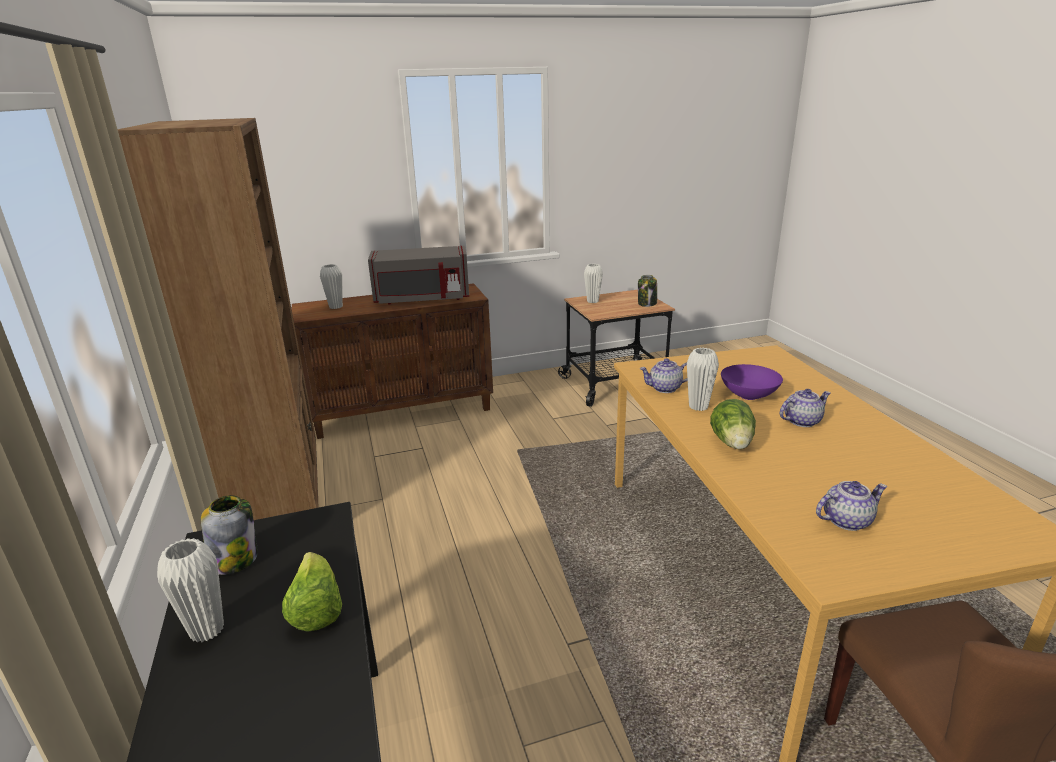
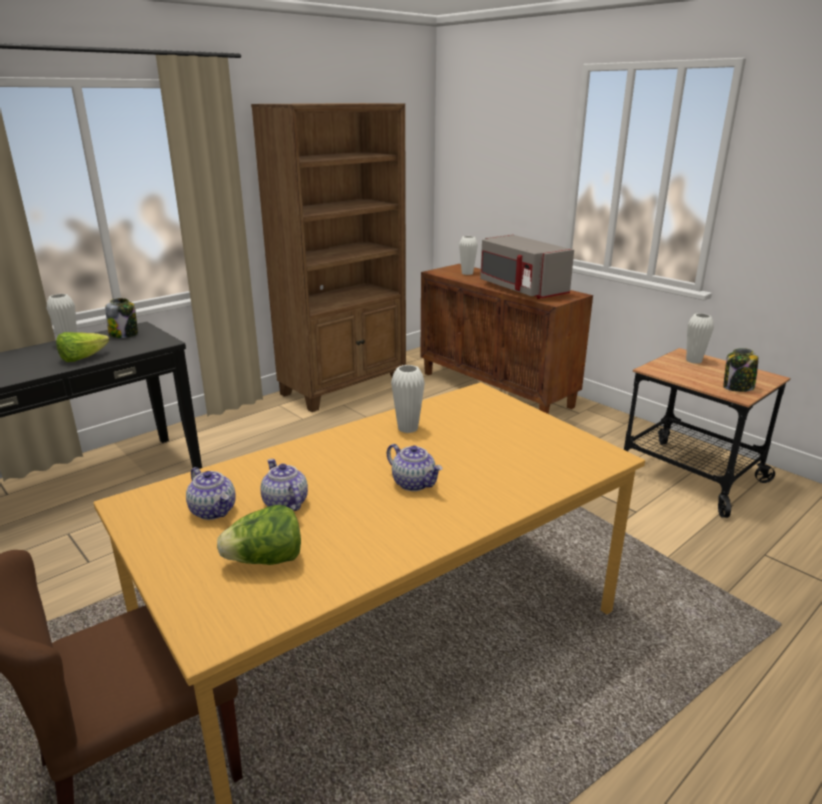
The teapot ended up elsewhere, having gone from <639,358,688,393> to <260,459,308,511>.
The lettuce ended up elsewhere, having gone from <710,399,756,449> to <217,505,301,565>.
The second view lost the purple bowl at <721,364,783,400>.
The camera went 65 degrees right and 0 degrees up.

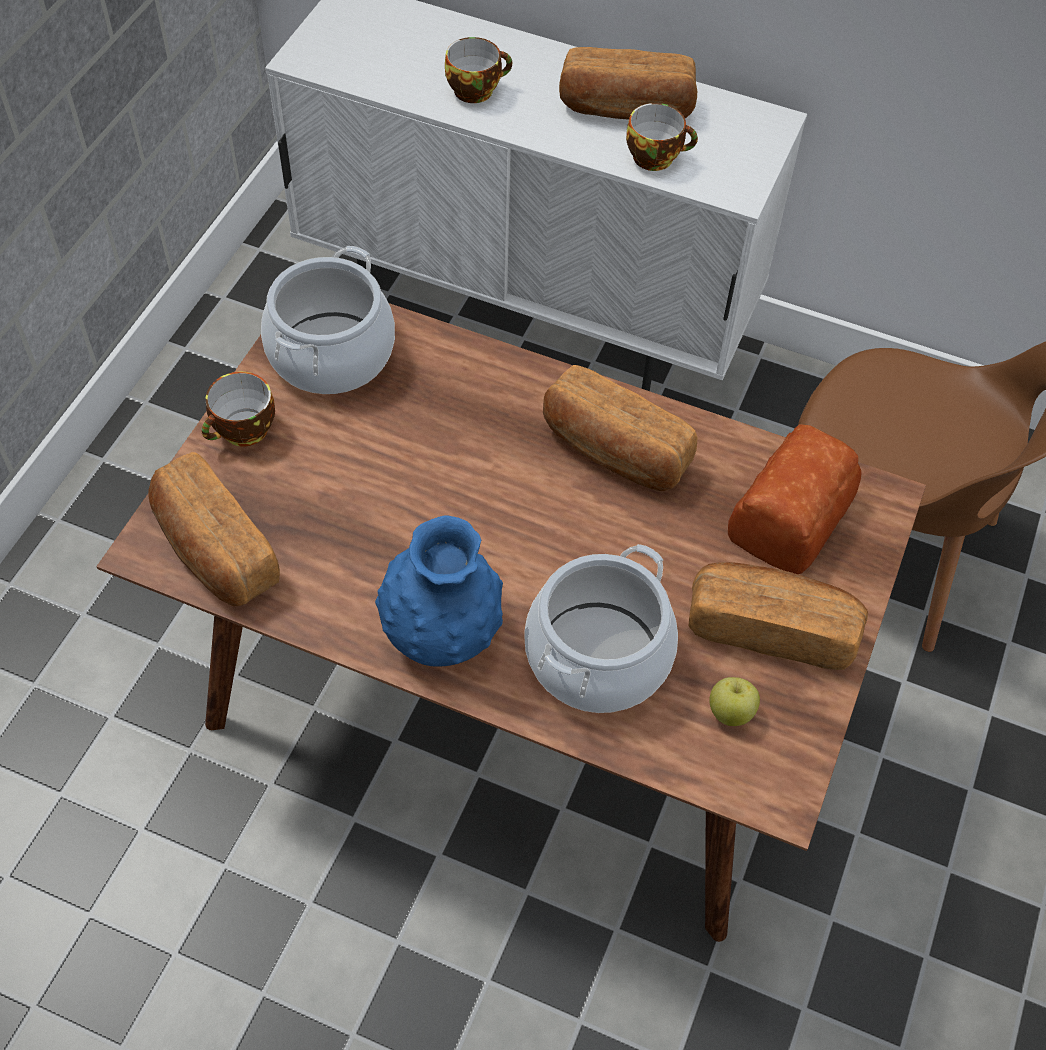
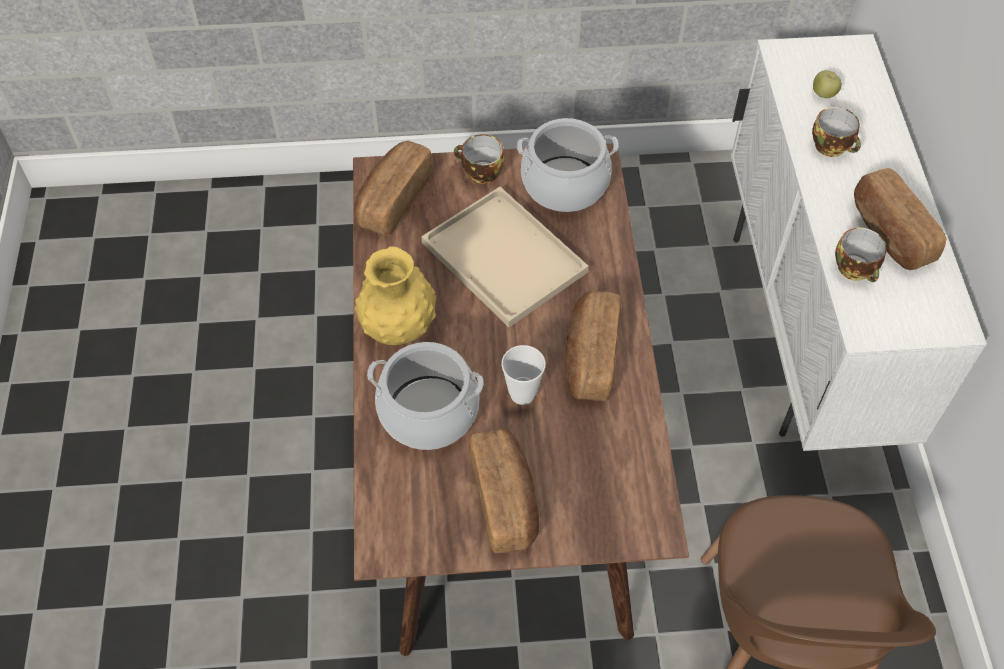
What was the blue vase at <375,515,503,666> turned into the yellow vase at <355,246,436,345>.
The apple ended up elsewhere, having gone from <710,677,760,726> to <813,70,842,98>.
The second view lost the bread at <728,424,862,574>.
The second view gained the beige tray at <421,187,589,327>.
The second view gained the cup at <501,345,546,405>.
The camera went 65 degrees right and 0 degrees up.

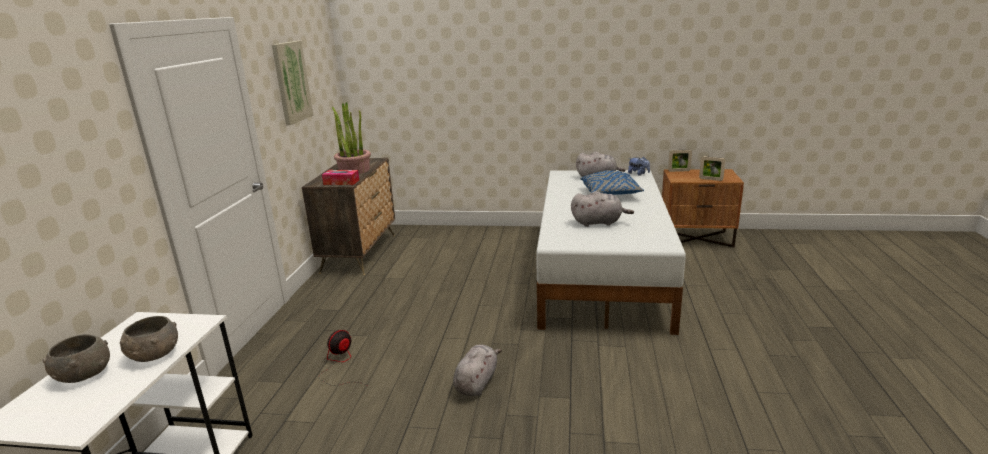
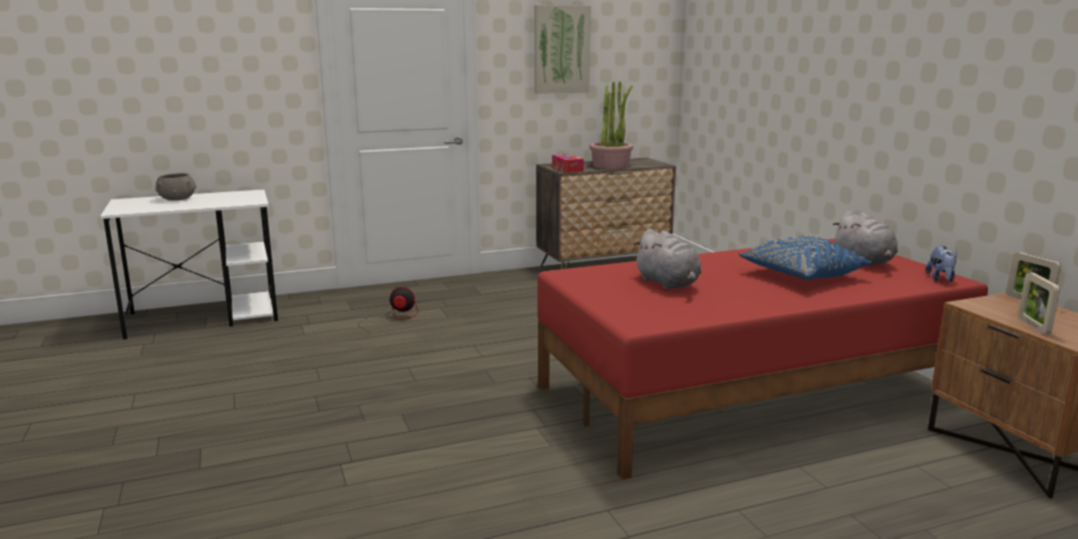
The second view lost the grey bowl at <120,316,178,362>.
The second view lost the grey plush toy at <453,344,502,396>.
What was the white bed at <536,170,686,335> turned into the red bed at <538,239,988,480>.
The camera went 60 degrees right and 5 degrees down.

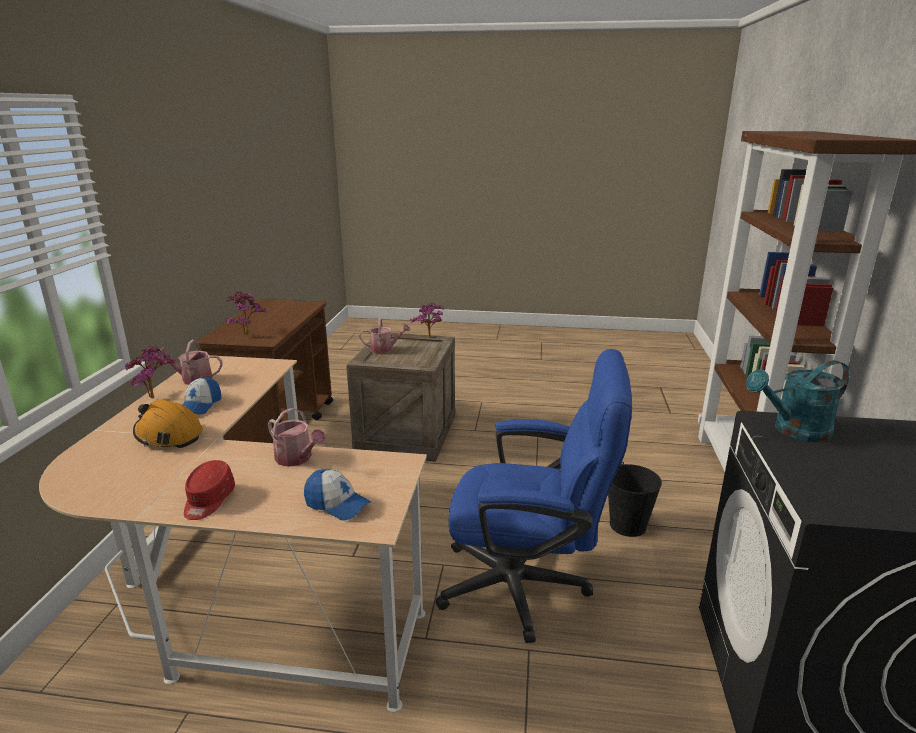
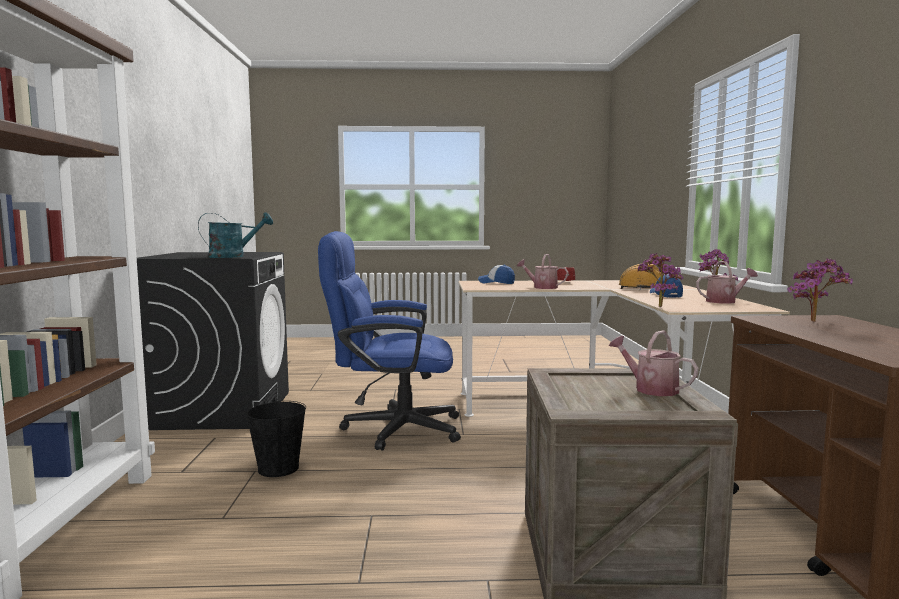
The watering can at <359,318,411,353> ended up facing another way, 60 degrees clockwise from before.
The potted plant ended up elsewhere, having gone from <410,302,444,338> to <637,253,684,307>.
The camera went 170 degrees right and 15 degrees down.

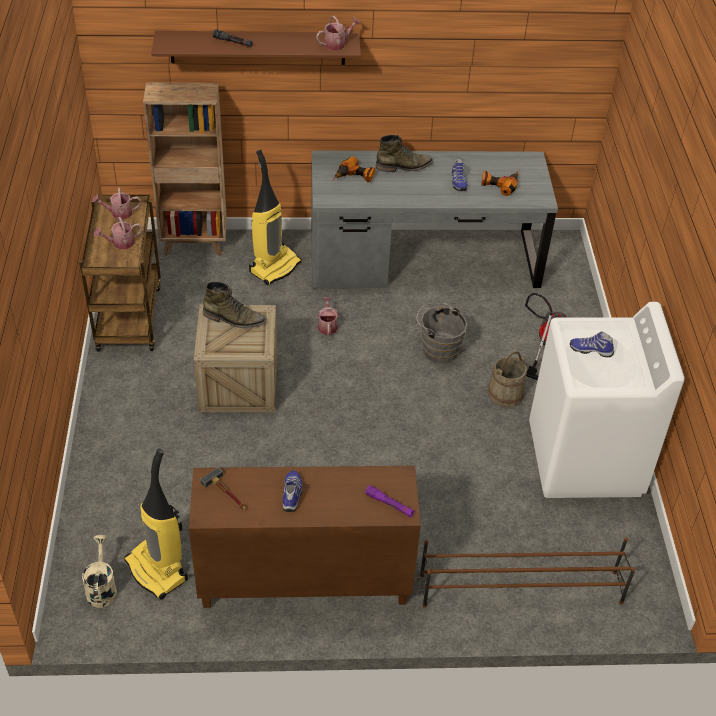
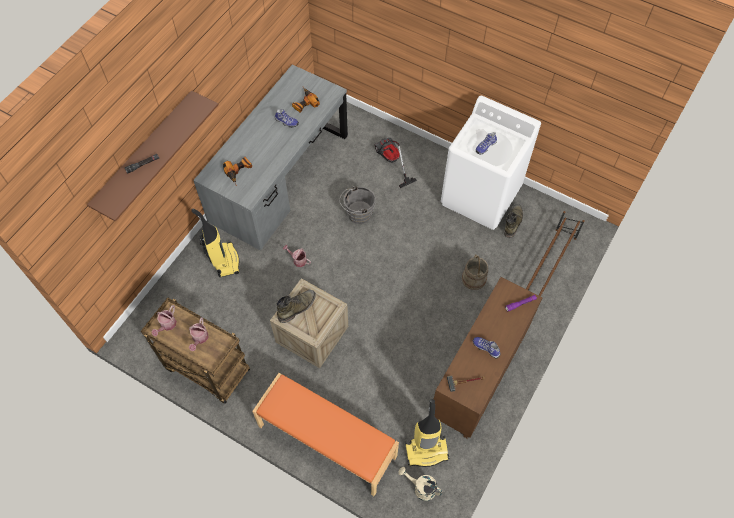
The second view lost the brown bookcase at <143,82,227,256>.
The second view lost the watering can at <316,16,360,51>.
The green boot ended up elsewhere, having gone from <376,135,433,172> to <504,204,523,238>.
The beige bucket ended up elsewhere, having gone from <488,351,527,407> to <462,254,488,290>.
The second view gained the orange bench at <252,373,399,496>.
The camera went 55 degrees left and 15 degrees up.

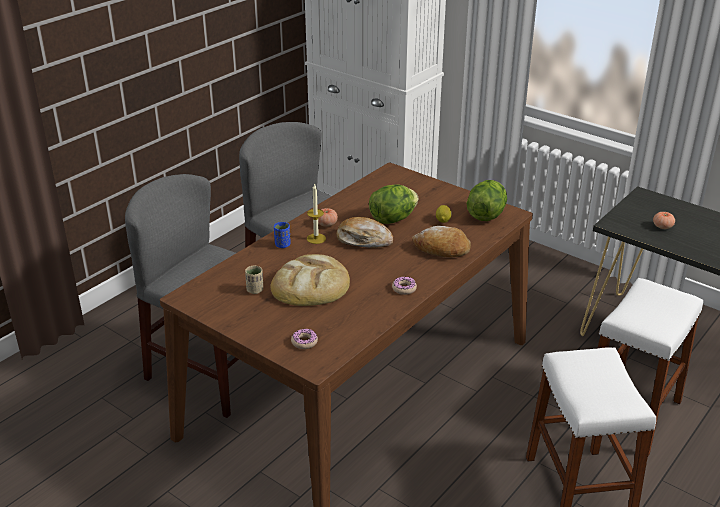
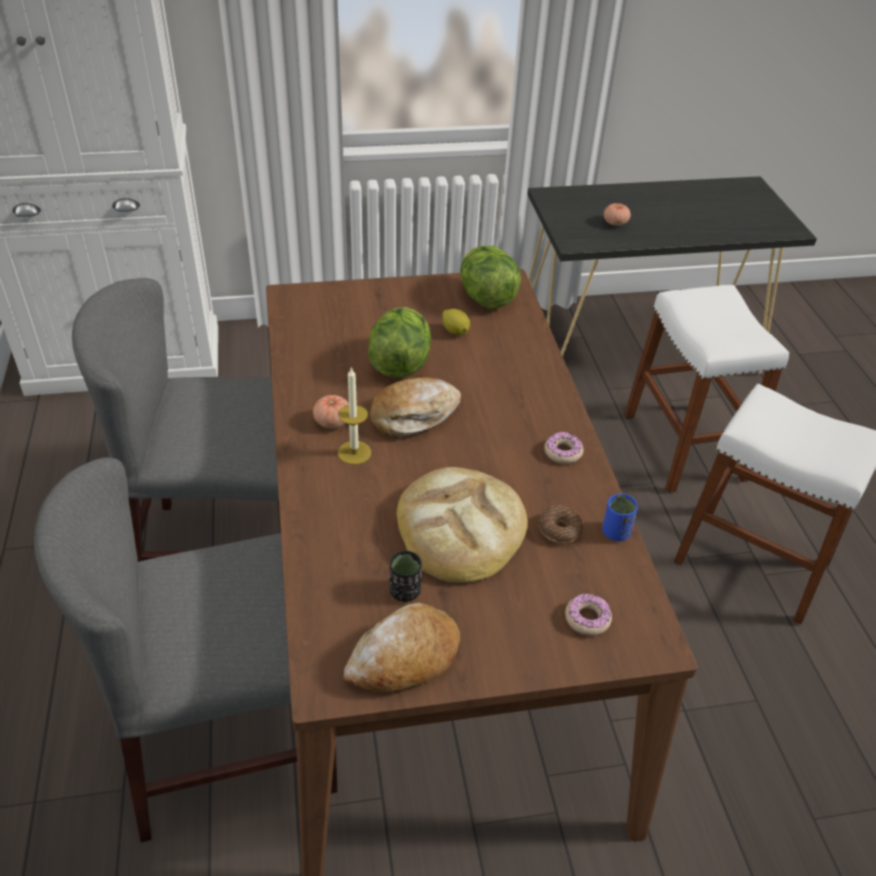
What was the beige cup at <245,266,263,294> turned into the black cup at <390,551,422,602>.
The blue cup ended up elsewhere, having gone from <274,222,291,248> to <602,494,638,541>.
The bread ended up elsewhere, having gone from <412,226,471,258> to <344,603,460,692>.
The second view gained the donut at <539,506,583,544>.
The camera went 50 degrees left and 10 degrees up.

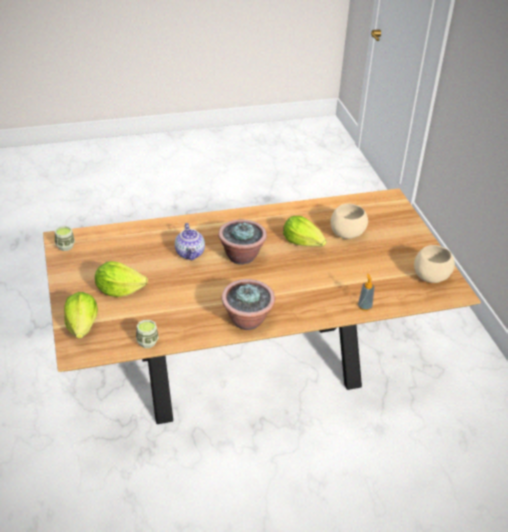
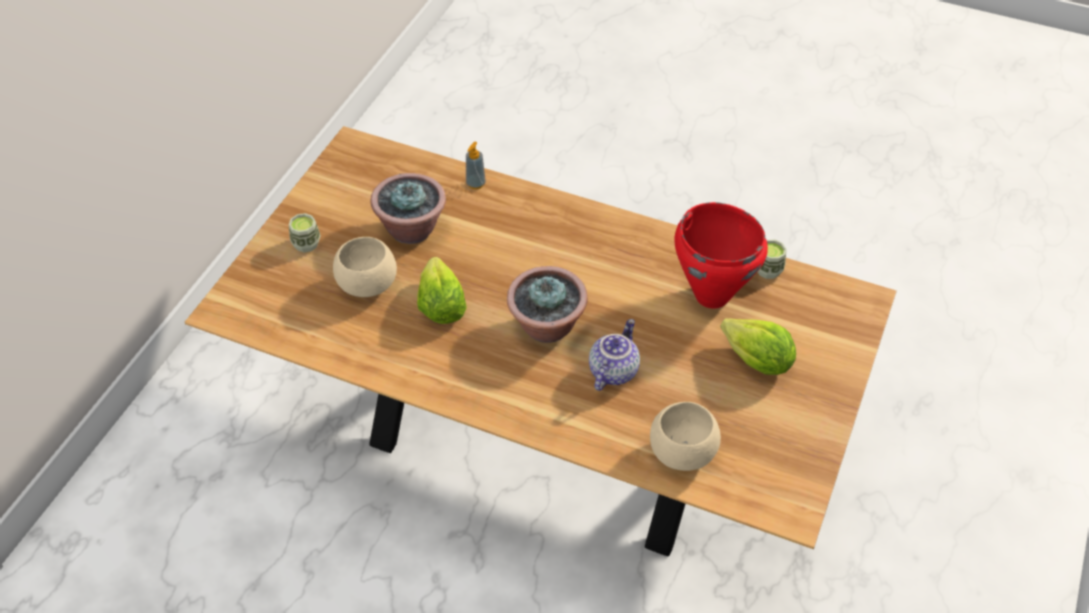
The cup ended up elsewhere, having gone from <55,226,75,251> to <289,213,321,252>.
The second view lost the lettuce at <64,292,98,339>.
The potted plant ended up elsewhere, having gone from <221,279,275,330> to <371,173,446,244>.
The beige bowl ended up elsewhere, having gone from <414,245,455,283> to <650,402,721,471>.
The second view gained the red cooking pot at <675,202,768,308>.
The camera went 140 degrees left and 10 degrees up.

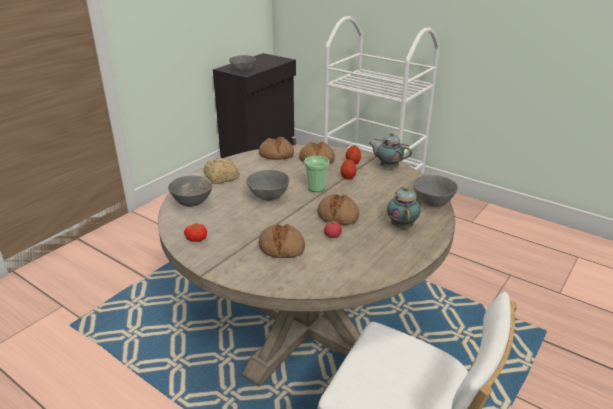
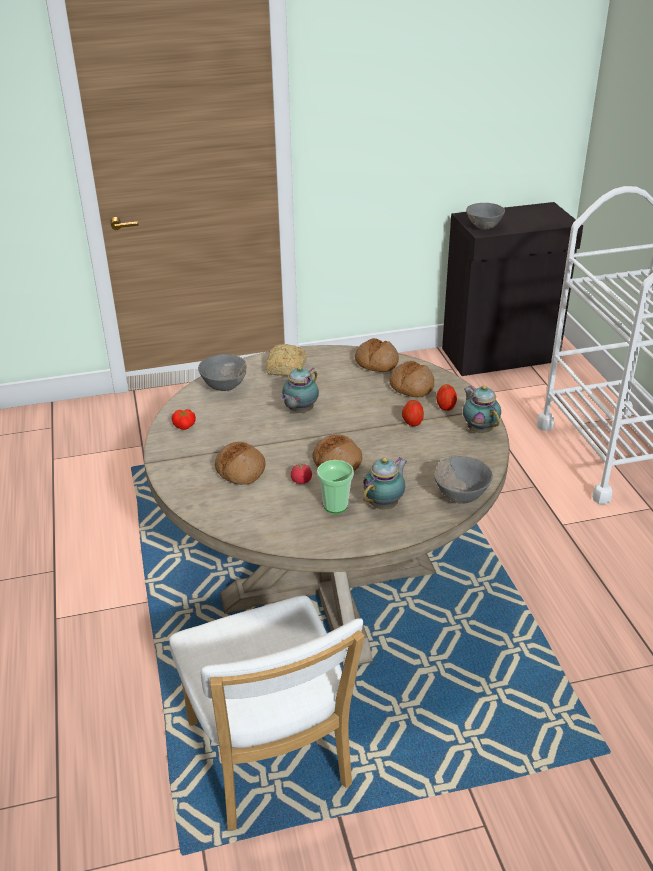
Where the grey bowl stood at <246,170,289,201>, the teapot came to stand at <280,366,319,413>.
The cup ended up elsewhere, having gone from <304,156,330,192> to <317,460,354,513>.
The camera went 40 degrees right and 5 degrees up.

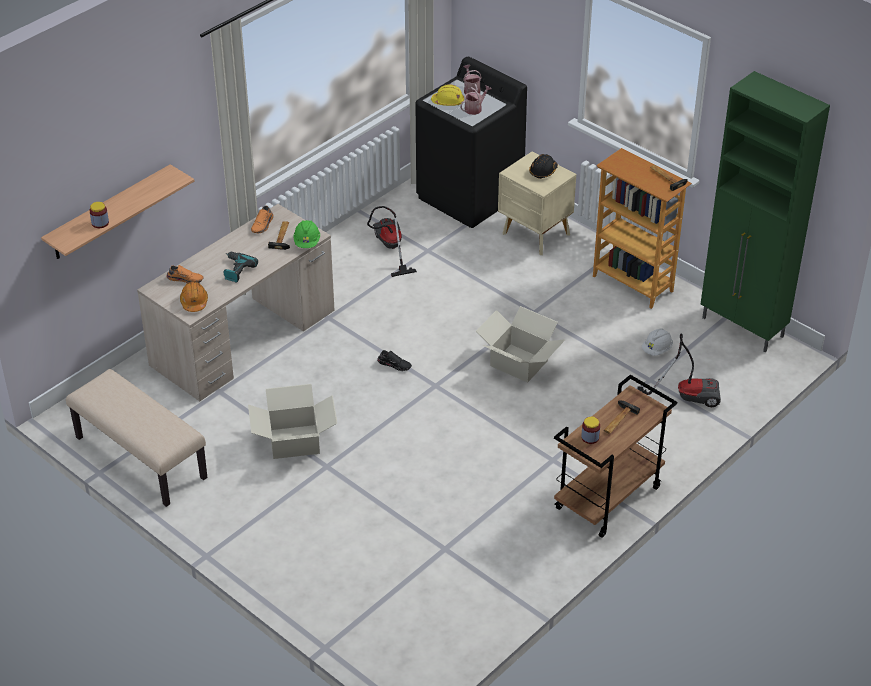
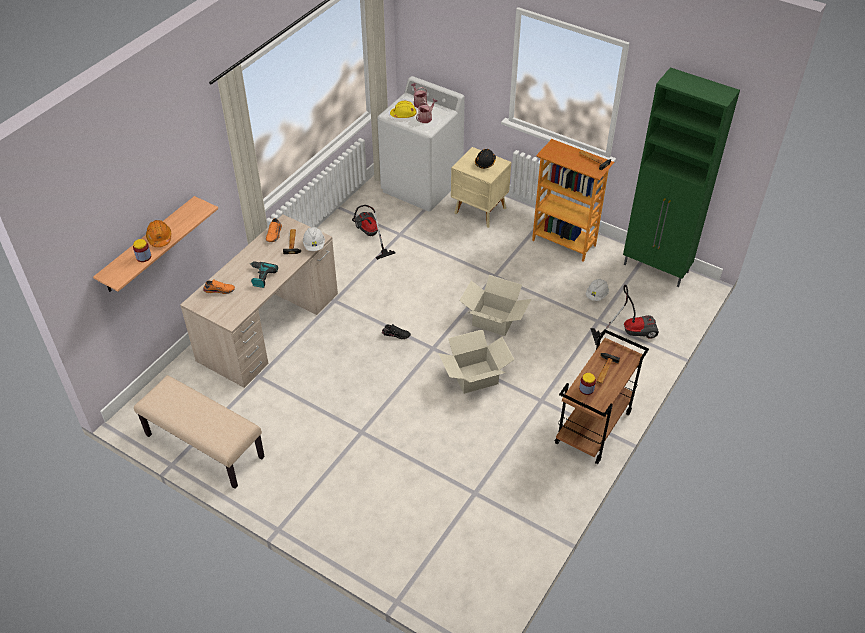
The orange hard hat ended up elsewhere, having gone from <180,282,208,312> to <146,220,171,247>.
The cardboard box ended up elsewhere, having gone from <248,384,337,459> to <438,329,515,394>.
What was the green hard hat at <293,220,320,248> turned into the white hard hat at <303,227,325,251>.
What was the black washing machine at <415,57,527,228> turned into the white washing machine at <377,76,465,212>.
The camera went 10 degrees left and 5 degrees up.

